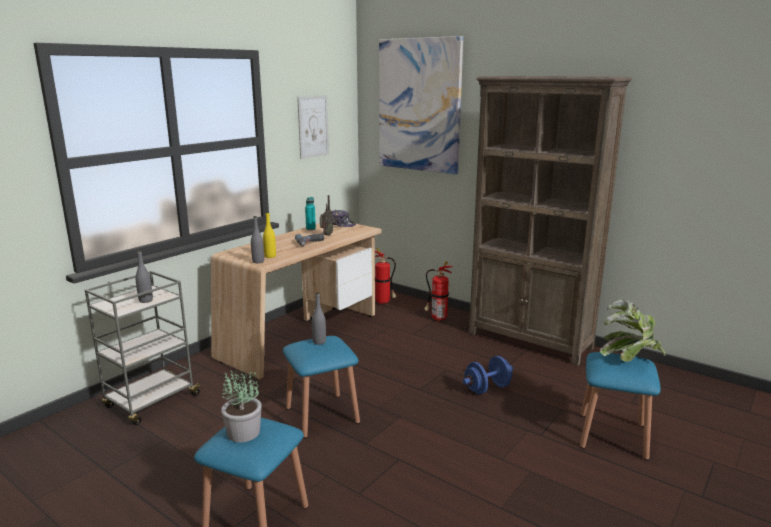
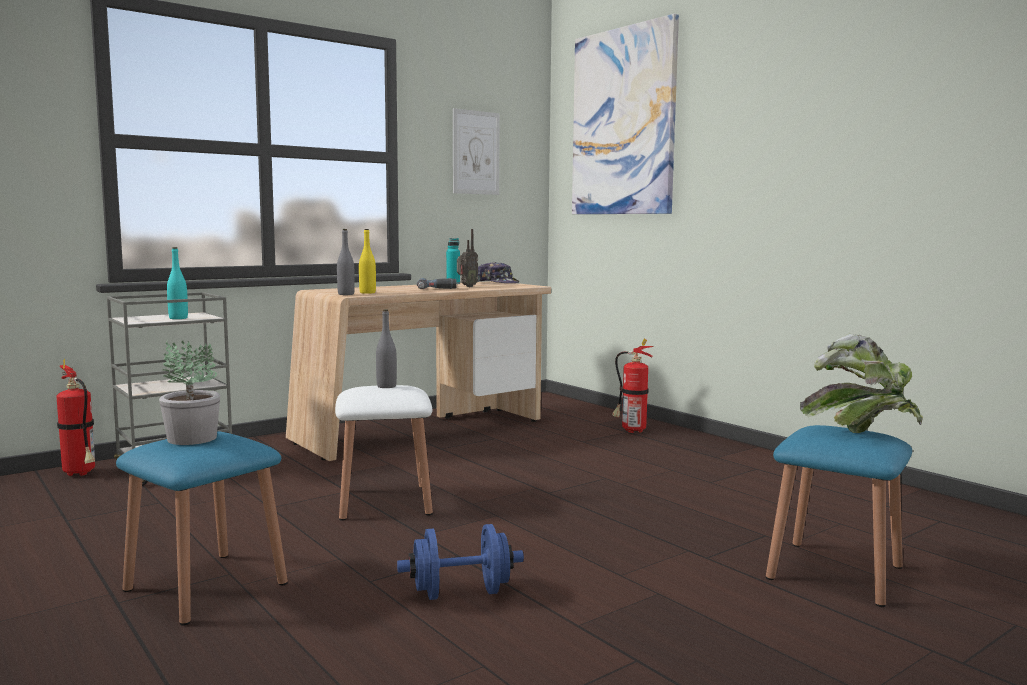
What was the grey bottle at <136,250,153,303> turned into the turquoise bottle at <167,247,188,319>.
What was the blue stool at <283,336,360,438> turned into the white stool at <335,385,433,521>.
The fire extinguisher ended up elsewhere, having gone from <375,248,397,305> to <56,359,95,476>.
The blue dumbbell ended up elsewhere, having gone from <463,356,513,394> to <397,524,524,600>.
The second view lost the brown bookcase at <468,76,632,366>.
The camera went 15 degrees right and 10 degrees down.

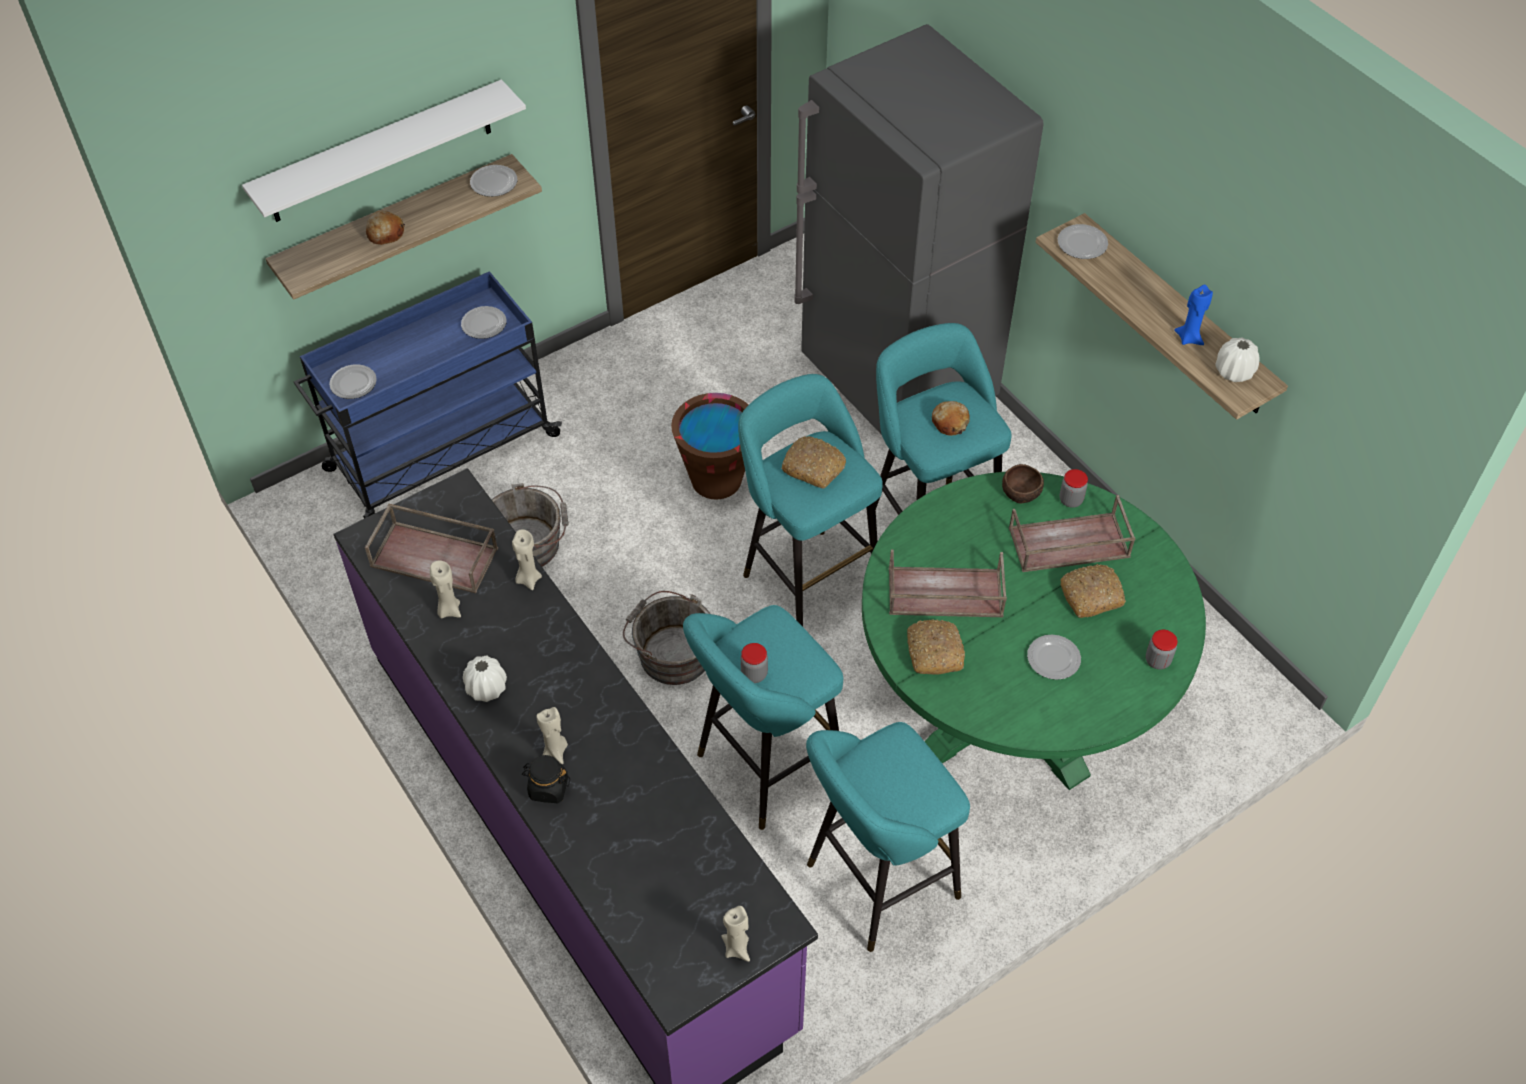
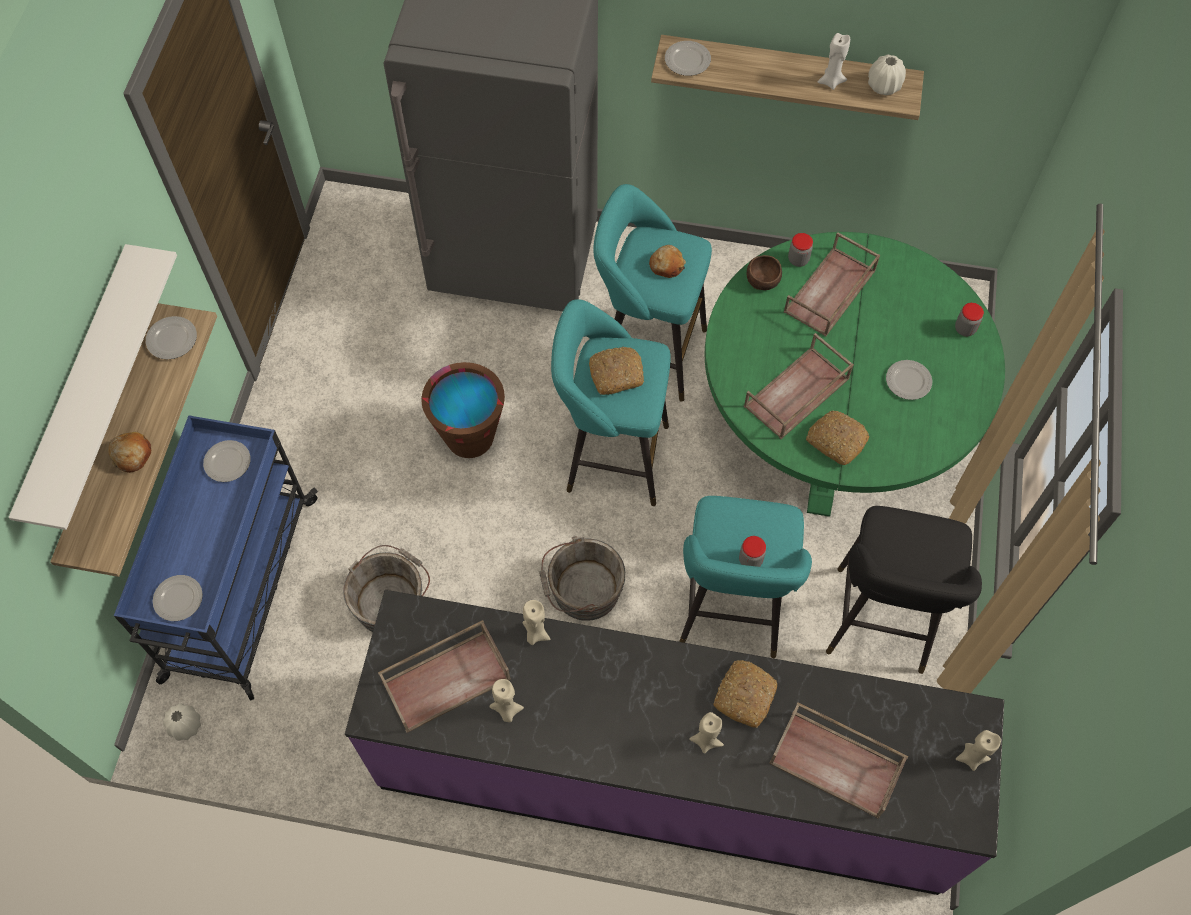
The white vase ended up elsewhere, having gone from <463,655,507,702> to <163,704,201,741>.
The second view lost the black jar at <522,755,570,803>.
What was the turquoise stool at <806,722,970,952> turned into the black stool at <826,506,982,674>.
The bread ended up elsewhere, having gone from <1061,564,1126,618> to <713,660,777,728>.
What was the blue candle at <1174,285,1213,345> turned into the white candle at <817,33,850,90>.
The second view gained the brown tray at <769,702,908,819>.
The camera went 45 degrees left and 10 degrees up.

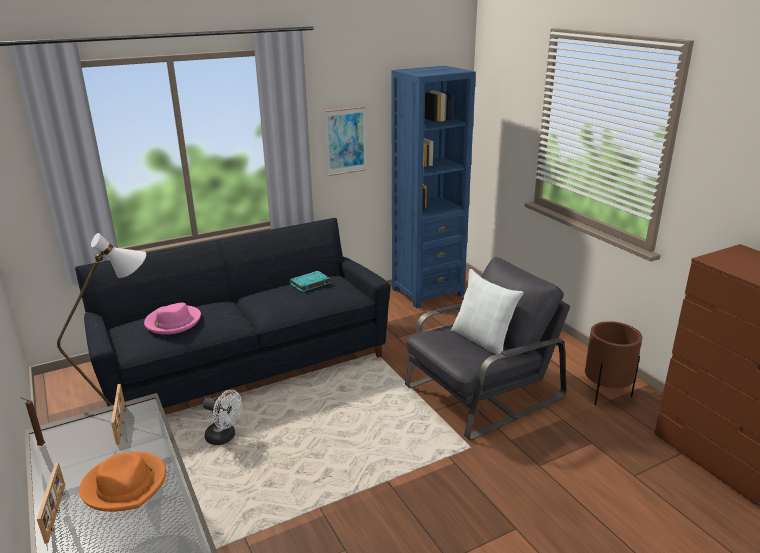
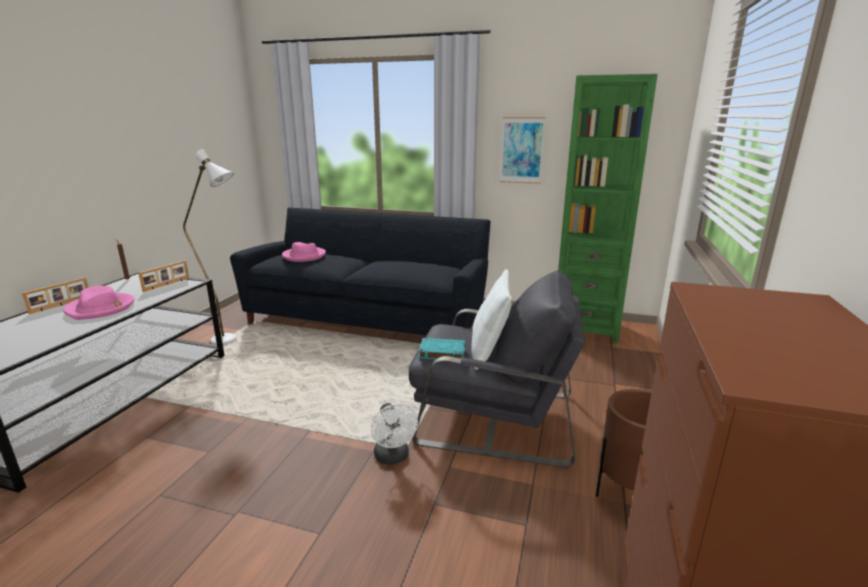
What was the orange hat at <79,452,166,512> turned into the pink hat at <63,286,134,320>.
The white fan ended up elsewhere, having gone from <203,390,242,445> to <371,403,418,465>.
The turquoise book ended up elsewhere, having gone from <290,271,330,292> to <418,338,465,359>.
What was the blue bookcase at <391,66,476,308> turned into the green bookcase at <558,74,658,343>.
The camera went 45 degrees right and 5 degrees down.

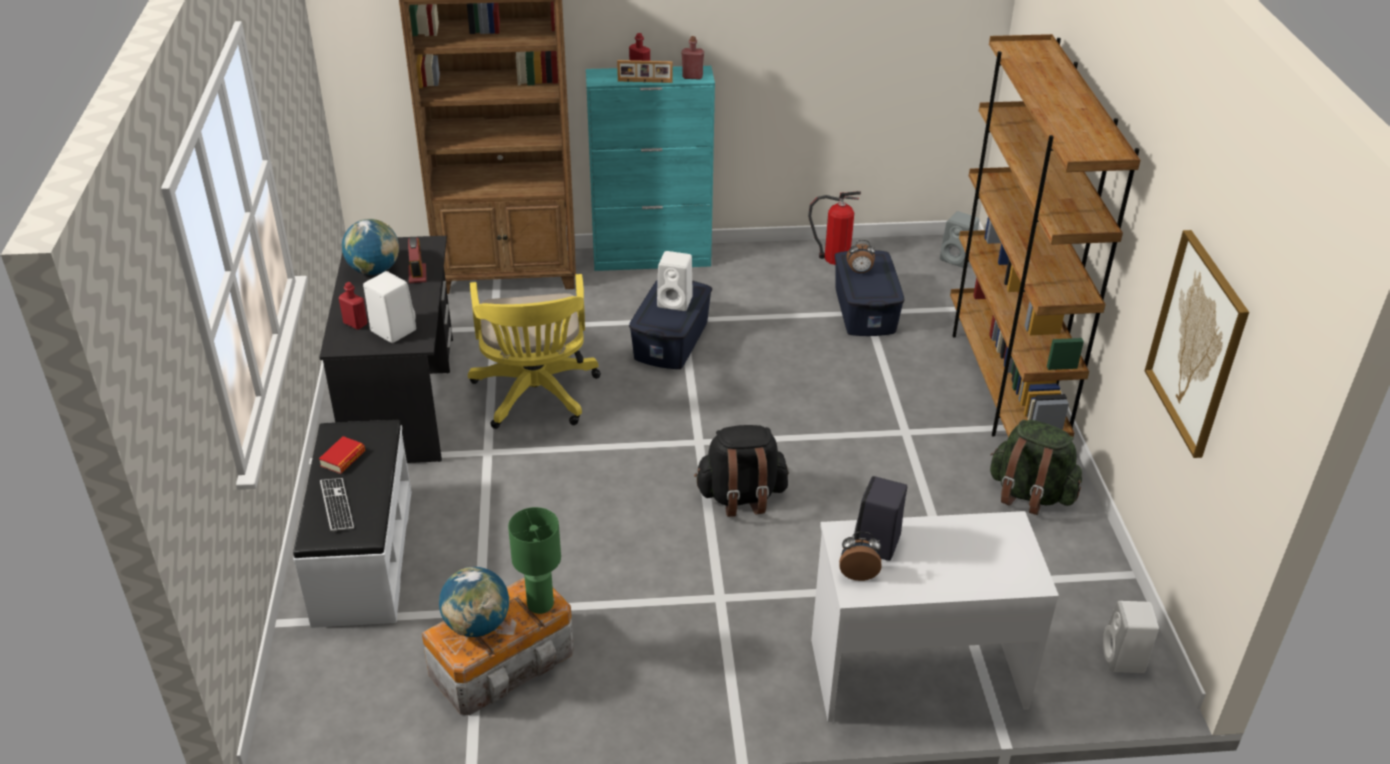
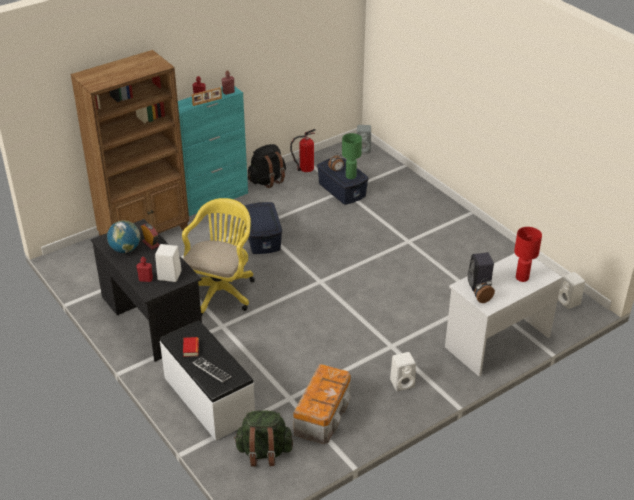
The second view lost the globe at <439,567,510,637>.
The yellow office chair at <468,274,601,429> ended up facing another way, 120 degrees counterclockwise from before.
The green table lamp ended up elsewhere, having gone from <508,507,561,614> to <342,133,362,179>.
The white speaker ended up elsewhere, having gone from <657,251,693,311> to <390,352,416,391>.
The black backpack ended up elsewhere, having gone from <694,425,789,517> to <248,144,286,188>.
The second view lost the brown bookcase at <950,34,1140,437>.
The green backpack ended up elsewhere, having gone from <990,420,1082,515> to <234,410,293,466>.
The second view lost the picture at <1145,230,1249,458>.
The second view gained the red table lamp at <514,227,542,282>.
The camera went 30 degrees left and 0 degrees up.

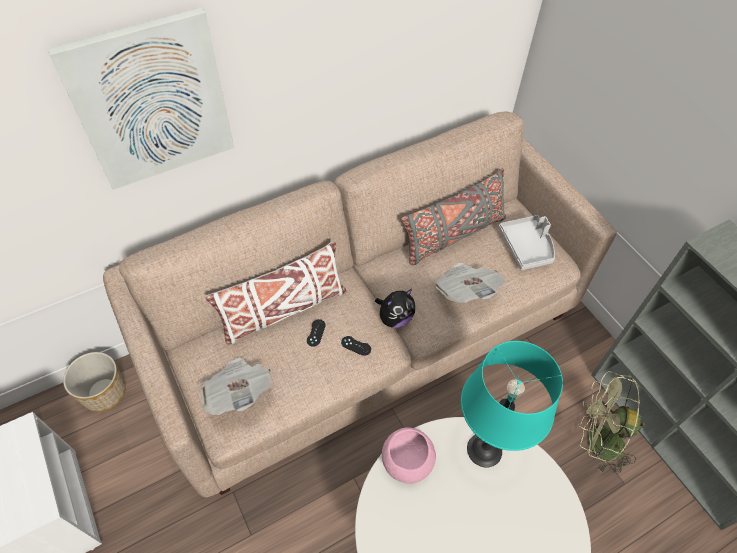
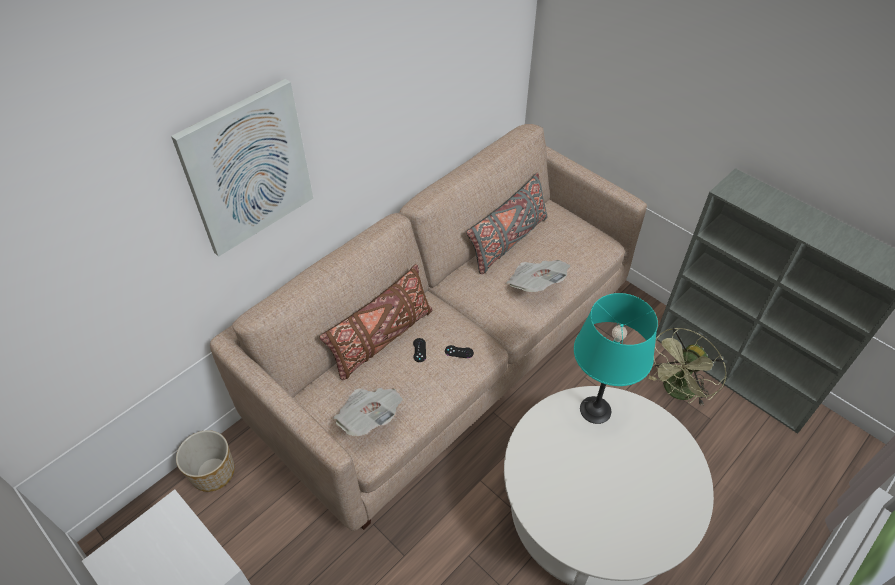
What was the white pillow at <205,242,346,344> turned into the brown pillow at <319,264,432,380>.
The second view lost the plush toy at <375,289,415,328>.
The second view lost the pink bowl at <382,427,436,484>.
The second view lost the grey tray at <498,215,555,270>.
The green fan at <578,371,645,474> ended up facing another way, 45 degrees counterclockwise from before.
The camera went 15 degrees left and 5 degrees down.

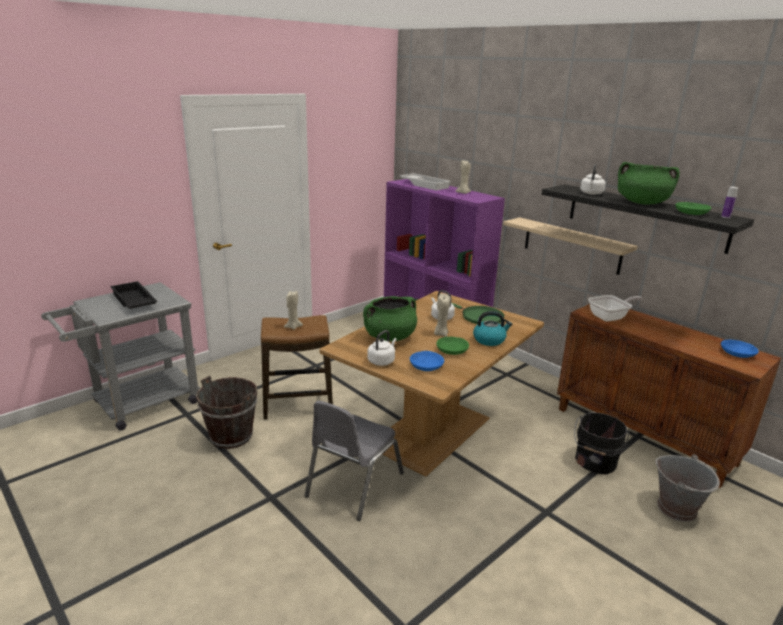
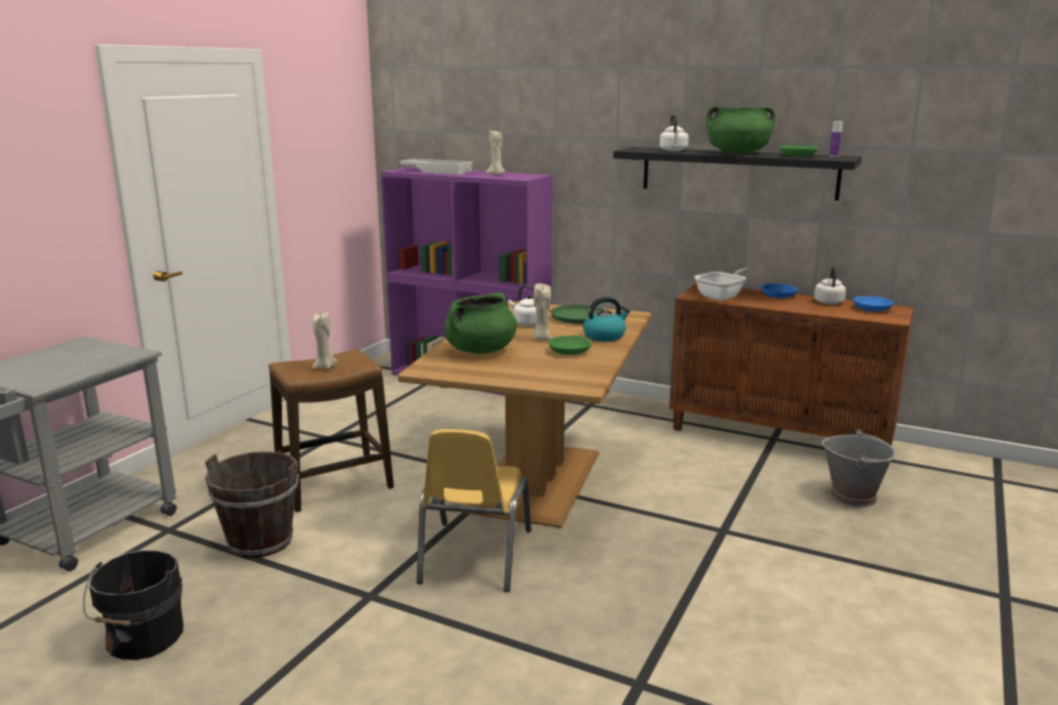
The second view lost the black tray at <110,281,157,309>.
What was the grey chair at <304,401,404,521> turned into the yellow chair at <416,429,531,592>.
The white kettle ended up elsewhere, having gone from <367,330,397,366> to <814,266,846,304>.
The blue bowl ended up elsewhere, having gone from <410,351,444,371> to <761,283,798,298>.
The second view lost the beige shelf at <503,217,638,275>.
The black bucket ended up elsewhere, having gone from <574,412,629,474> to <83,550,183,660>.
The camera went 20 degrees left and 5 degrees down.

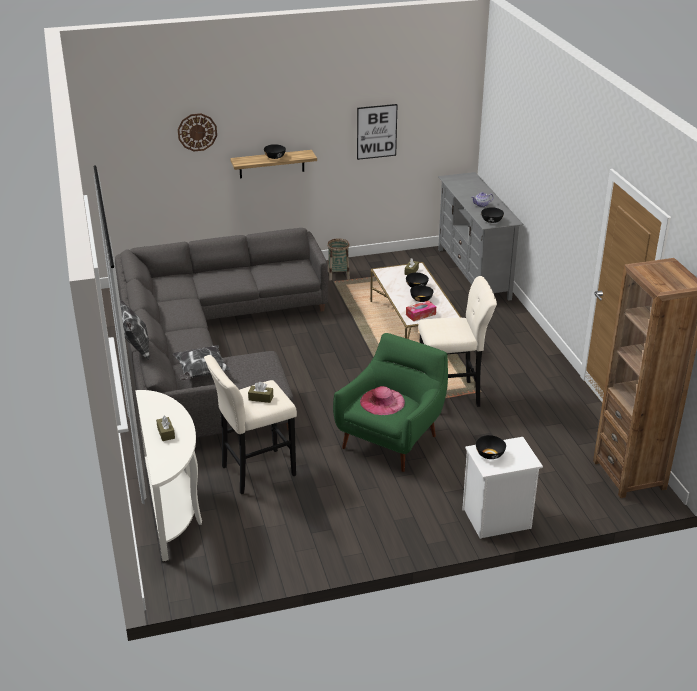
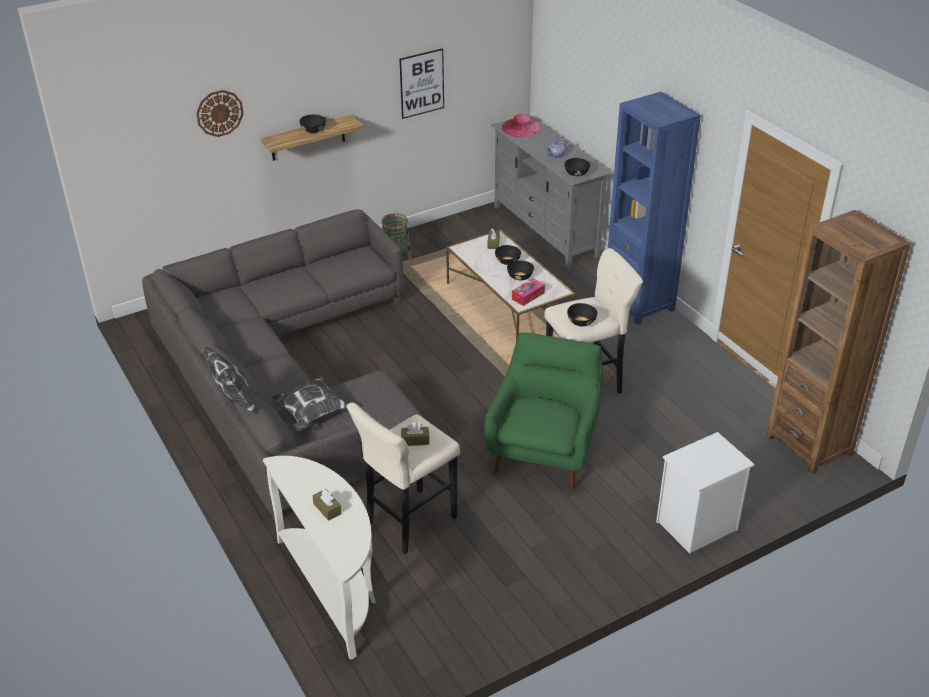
The pink hat ended up elsewhere, having gone from <360,386,405,415> to <502,114,541,137>.
The black bowl ended up elsewhere, having gone from <476,435,506,459> to <567,303,598,326>.
The second view gained the blue bookcase at <608,92,701,325>.
The camera went 15 degrees left and 5 degrees up.

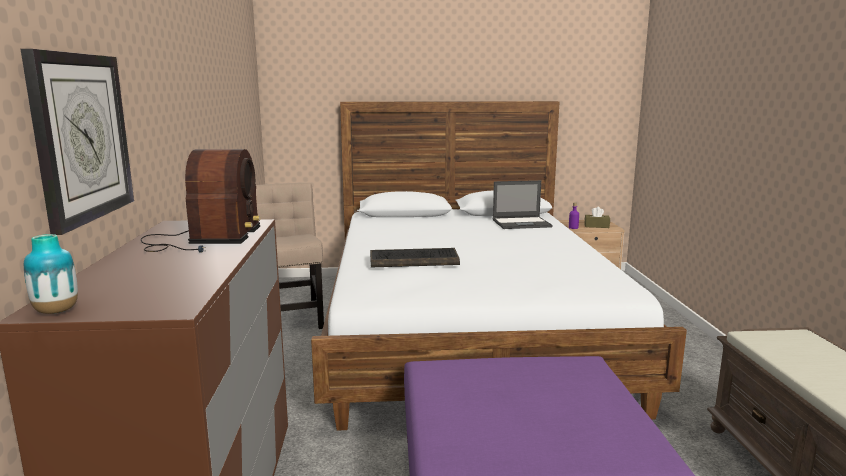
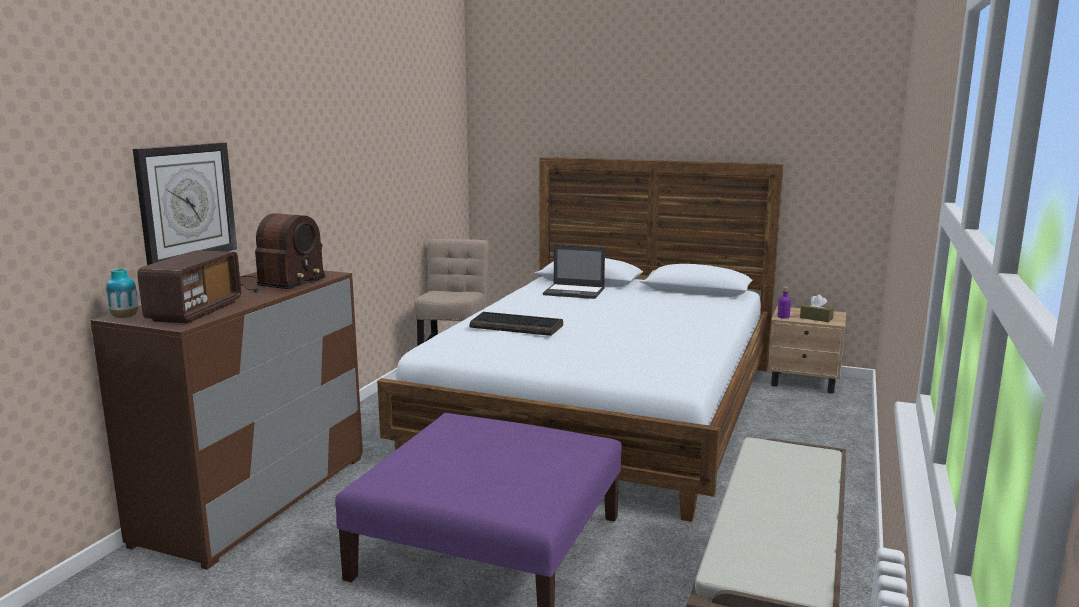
The laptop ended up elsewhere, having gone from <493,180,553,229> to <543,245,605,299>.
The second view gained the radio at <137,250,241,323>.
The camera went 25 degrees right and 0 degrees up.

